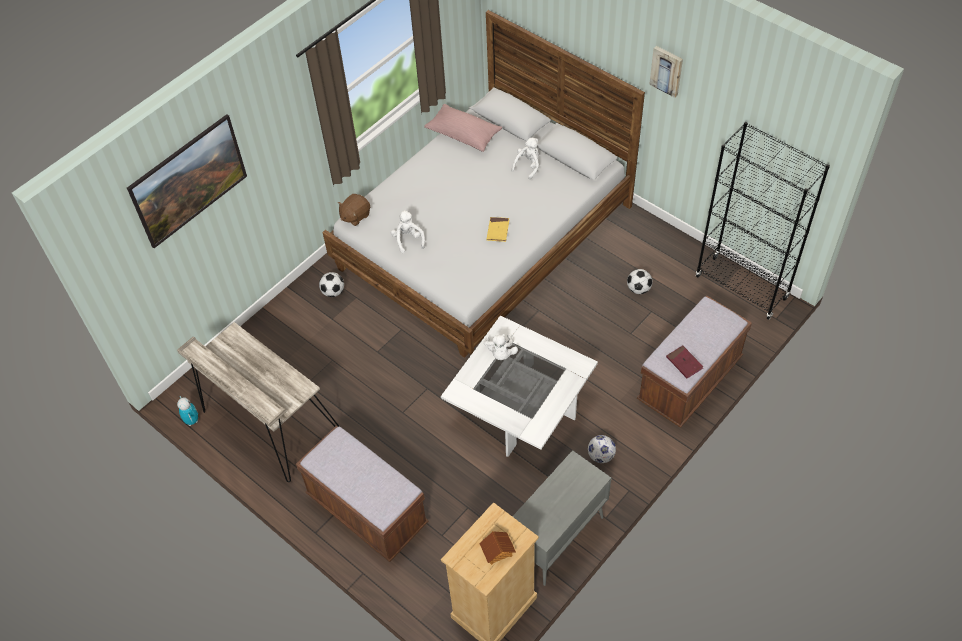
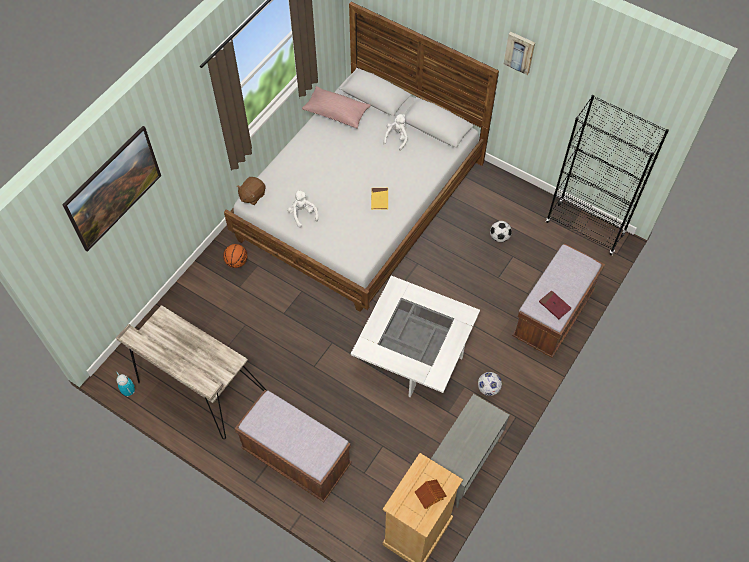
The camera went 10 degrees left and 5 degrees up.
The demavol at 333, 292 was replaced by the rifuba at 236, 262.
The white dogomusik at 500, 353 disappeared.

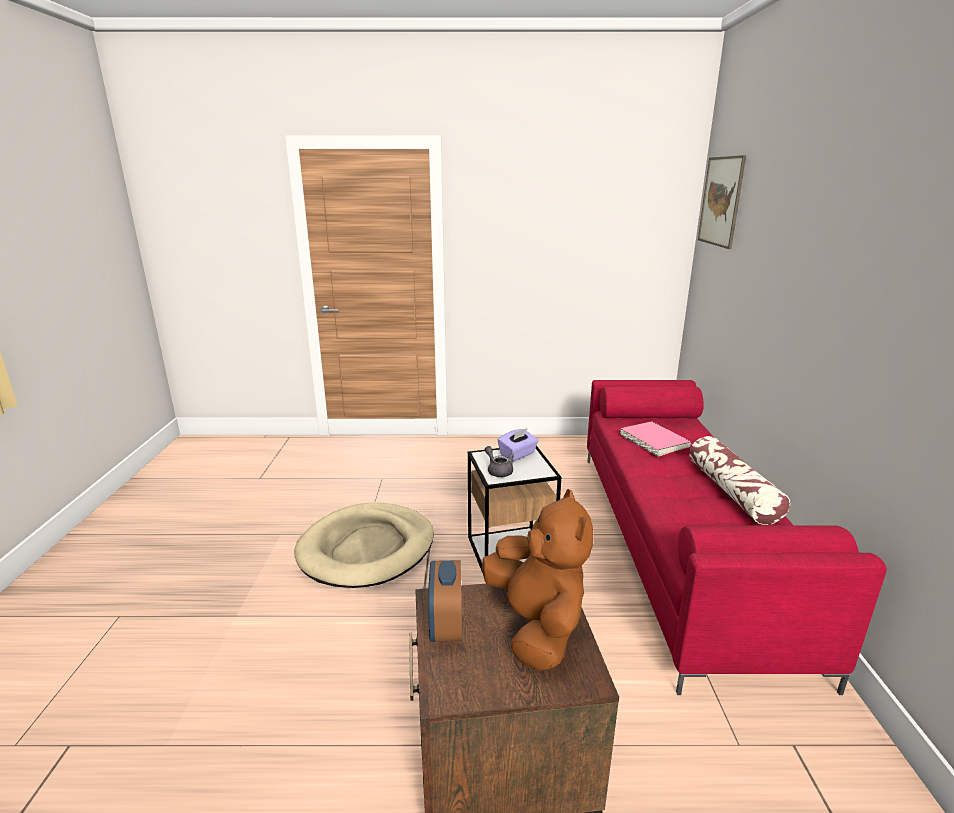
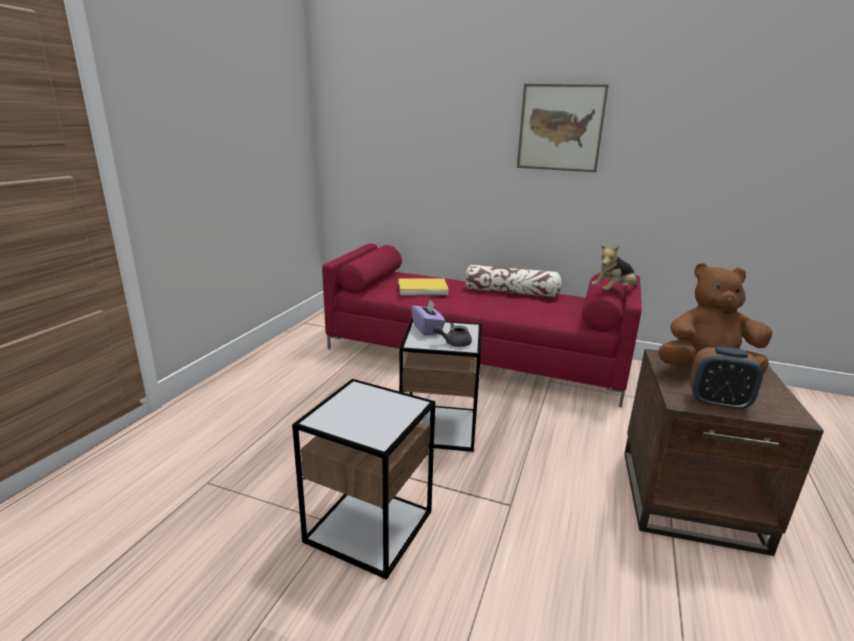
The camera went 70 degrees left and 0 degrees up.
The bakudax moved from 721, 201 to 560, 128.
The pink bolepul at 654, 441 became the yellow bolepul at 422, 289.
The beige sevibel at 367, 549 was replaced by the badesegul at 369, 526.
The dogomusik at 614, 291 appeared.

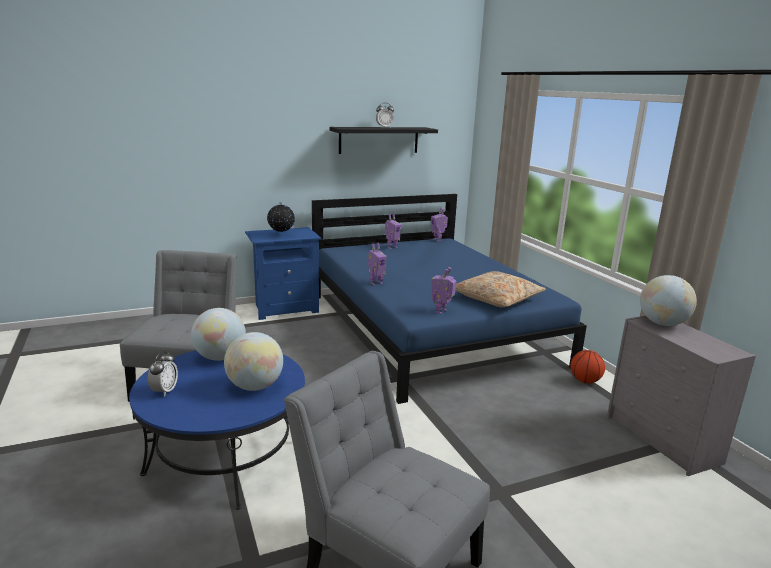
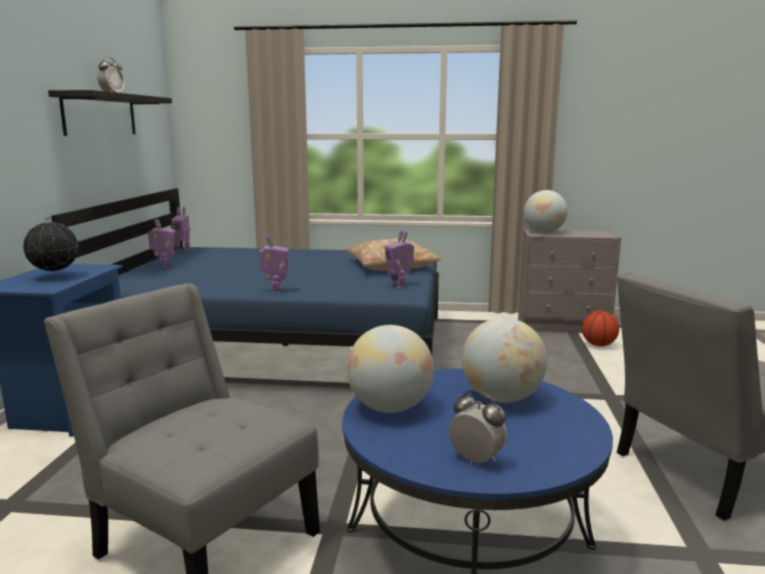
The camera went 60 degrees left and 5 degrees down.
The rifuba moved from 584, 381 to 598, 345.

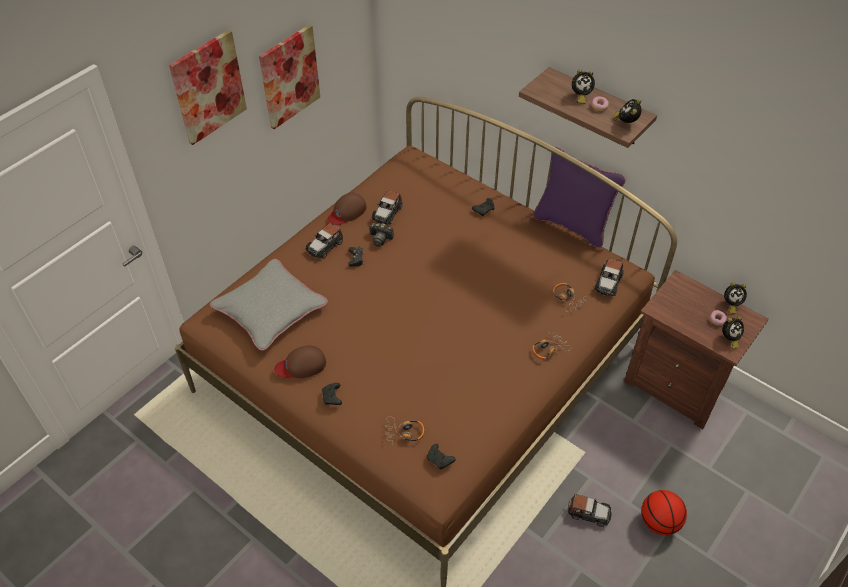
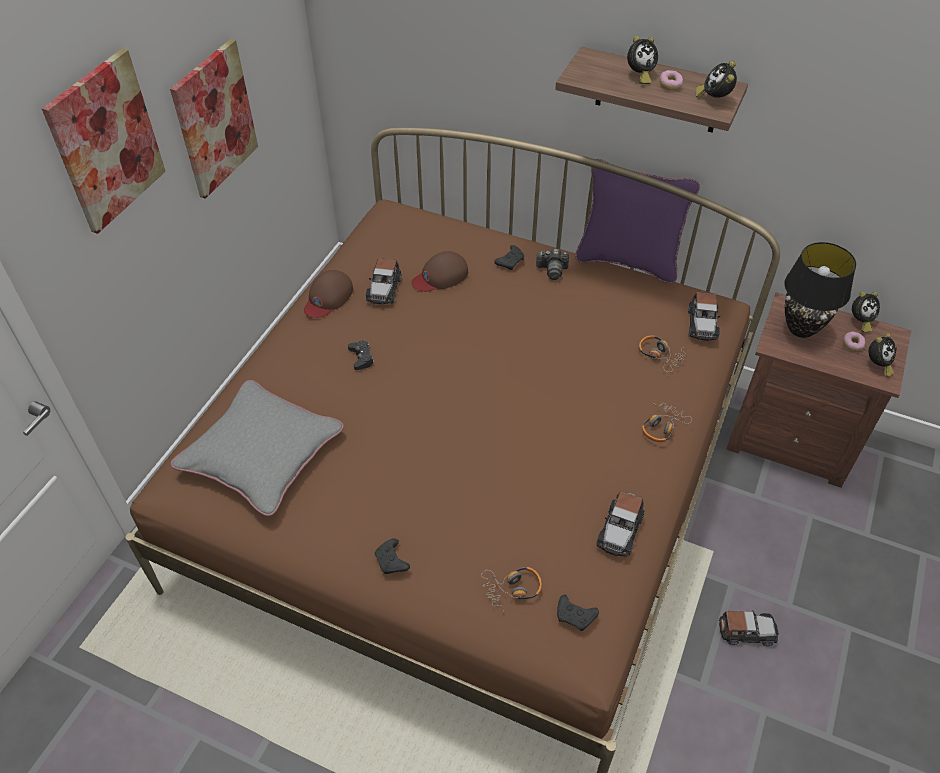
The camera went 15 degrees left and 0 degrees up.
The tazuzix moved from 325, 246 to 620, 530.
The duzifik moved from 380, 238 to 552, 270.
The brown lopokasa moved from 301, 365 to 440, 276.
The rifuba at 659, 522 disappeared.
The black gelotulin at 801, 328 appeared.

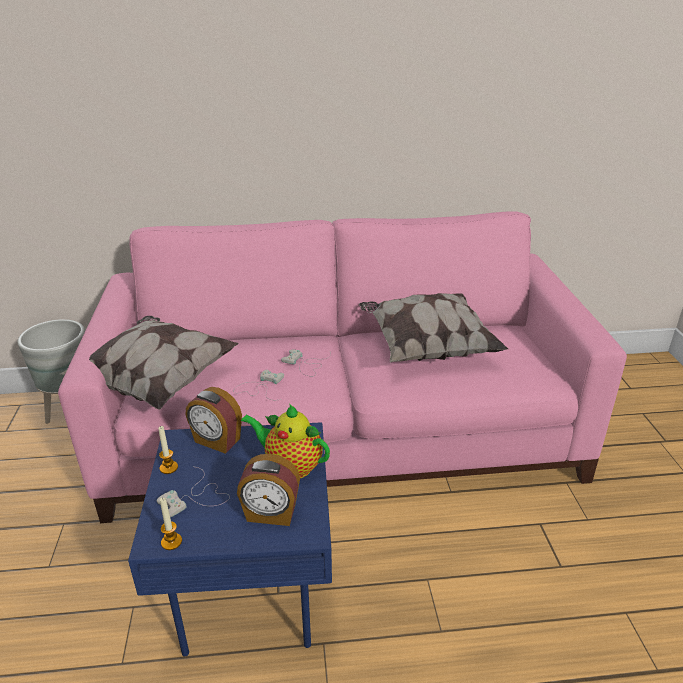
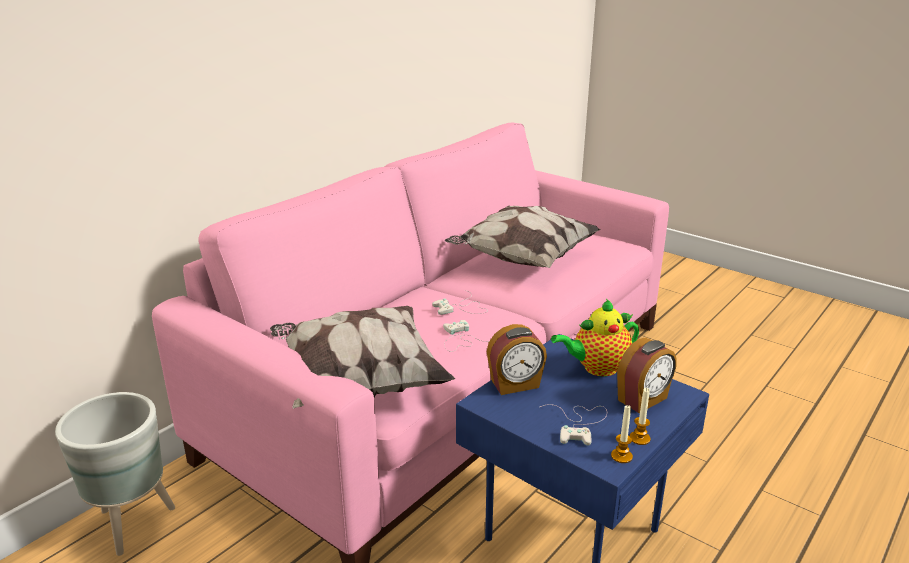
The camera went 45 degrees left and 5 degrees down.
The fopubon moved from 169, 468 to 639, 438.

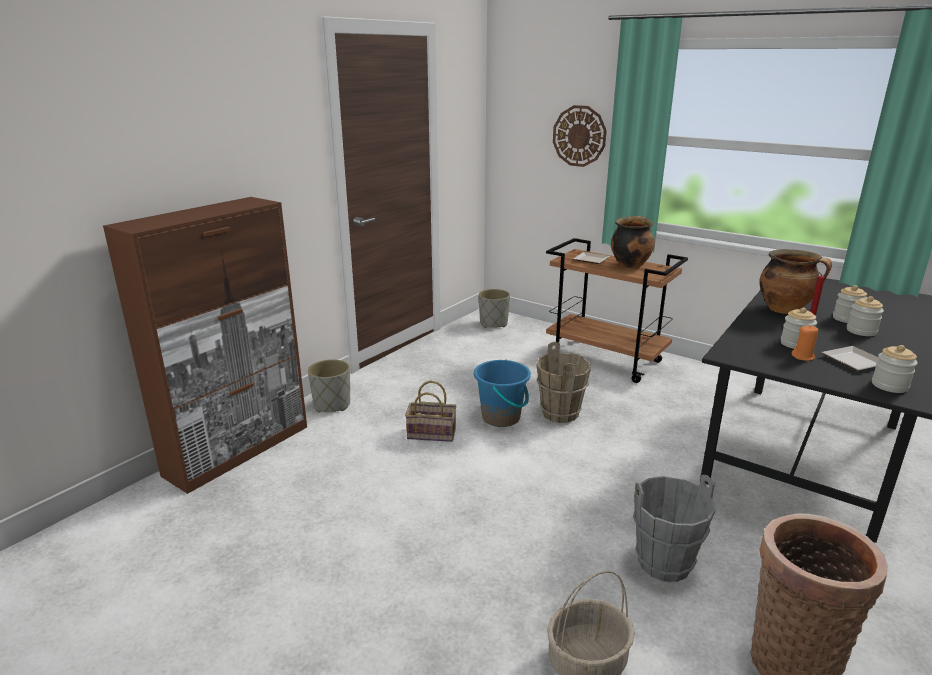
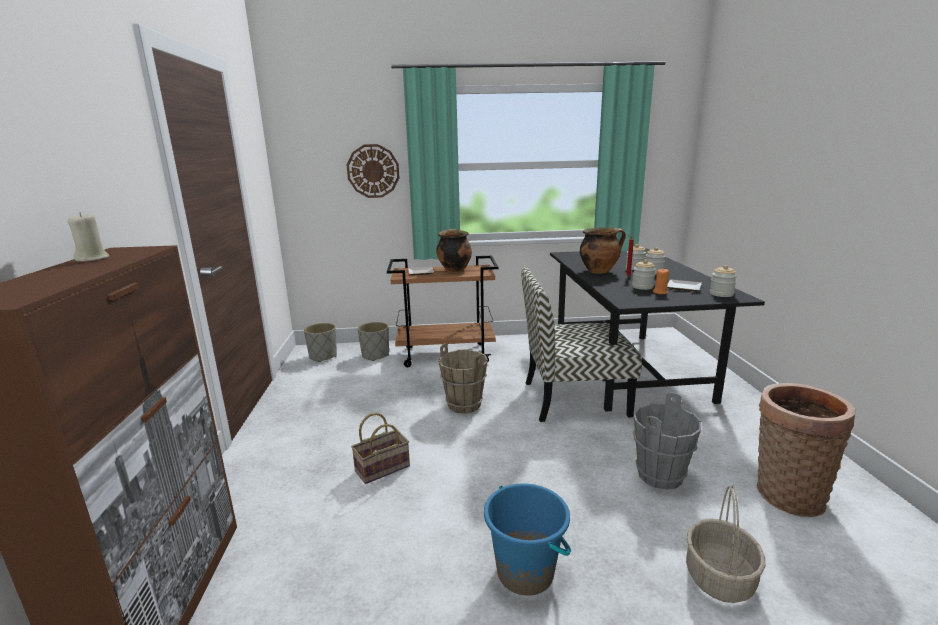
The camera went 40 degrees left and 5 degrees down.
The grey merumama moved from 332, 405 to 375, 355.
The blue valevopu moved from 501, 417 to 525, 572.
The beige fopubon at 92, 259 appeared.
The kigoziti at 573, 399 appeared.

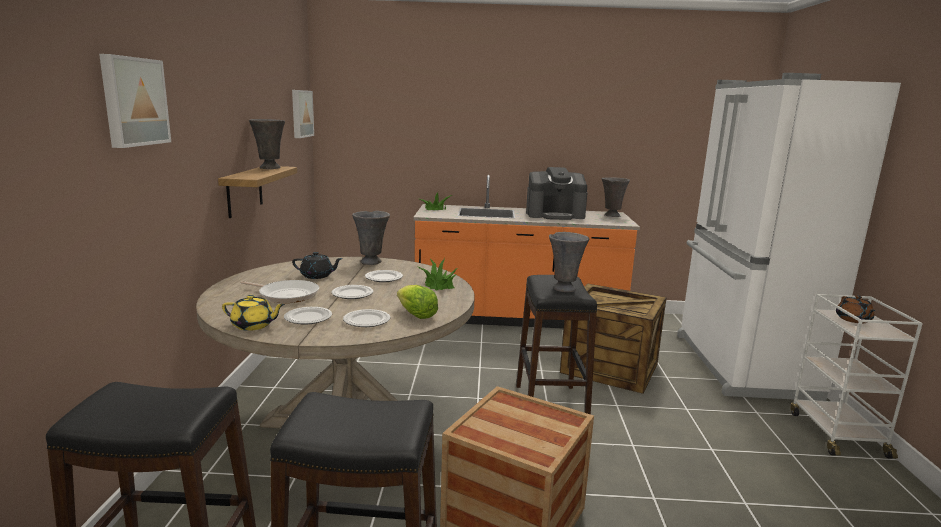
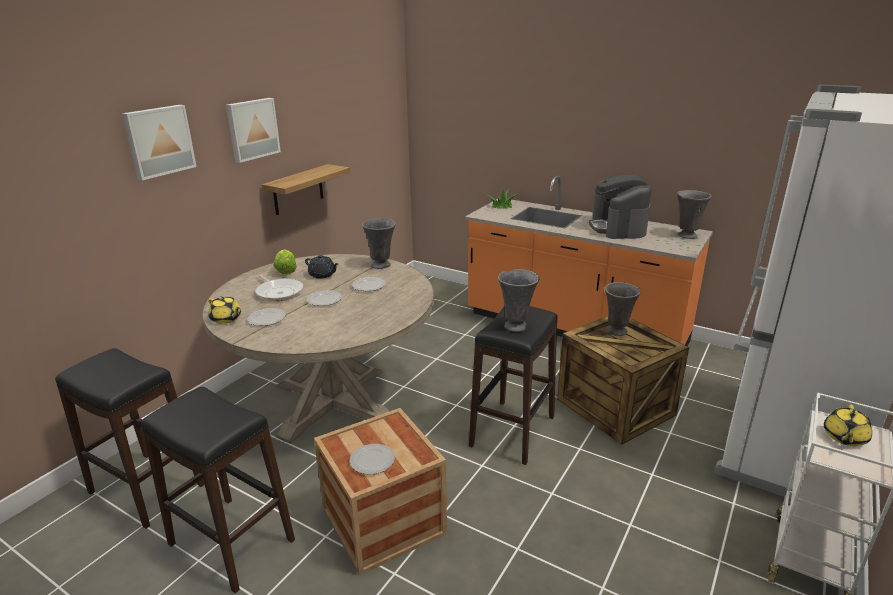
The camera went 30 degrees right and 10 degrees up.
The bakudax moved from 300, 113 to 252, 129.
The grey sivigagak moved from 270, 168 to 617, 332.
The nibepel at 555, 215 turned 60 degrees clockwise.
The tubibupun at 439, 285 disappeared.
The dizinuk moved from 416, 315 to 286, 271.
The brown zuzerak at 853, 320 became the yellow zuzerak at 844, 437.
The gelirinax moved from 366, 321 to 372, 461.

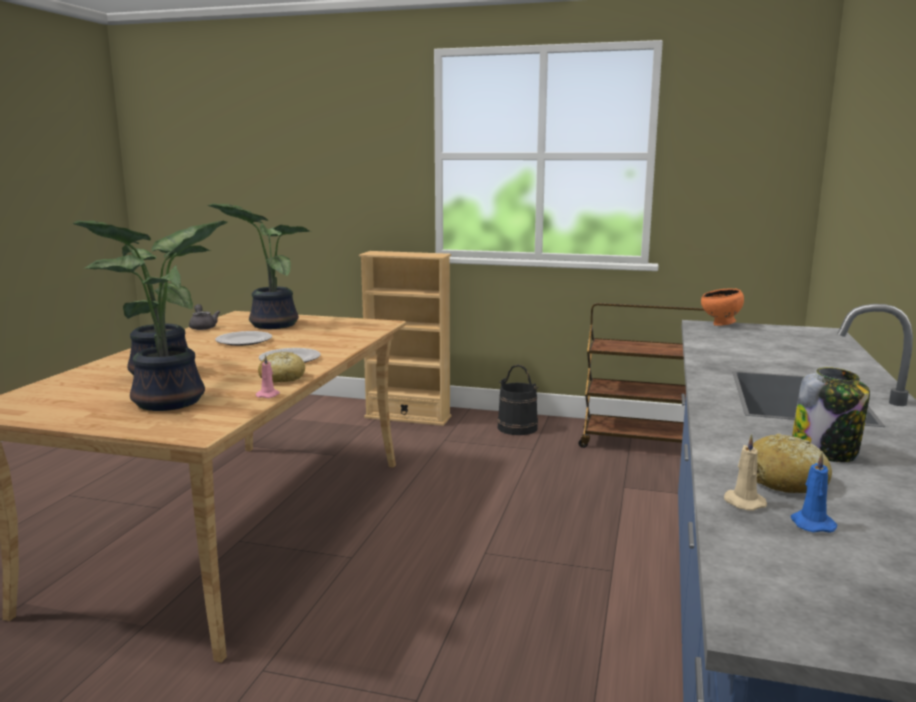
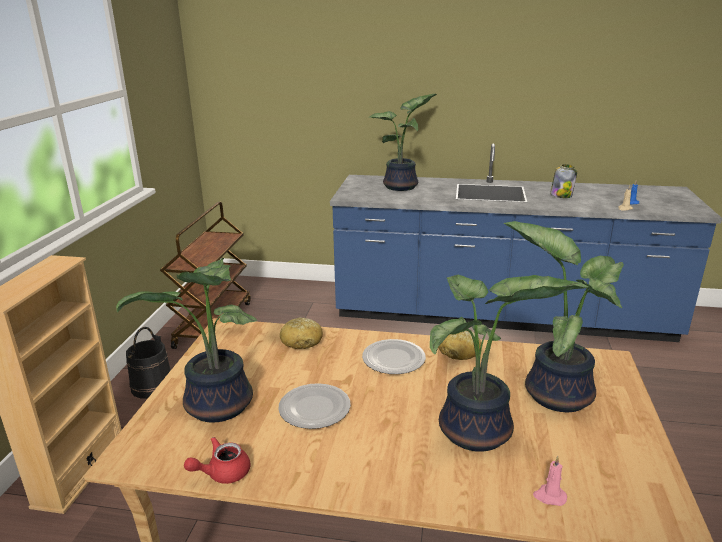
The camera went 95 degrees left and 10 degrees up.
The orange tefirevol at 720, 325 disappeared.
The grey zuzerak at 203, 327 became the red zuzerak at 222, 473.
The pink fopubon moved from 268, 395 to 549, 496.
The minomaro moved from 786, 481 to 302, 341.
The tubibupun at 402, 187 appeared.

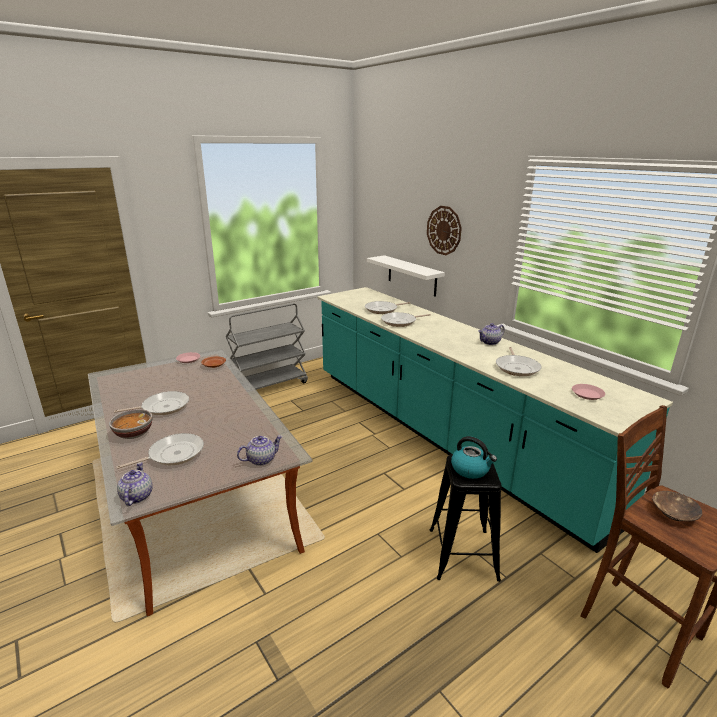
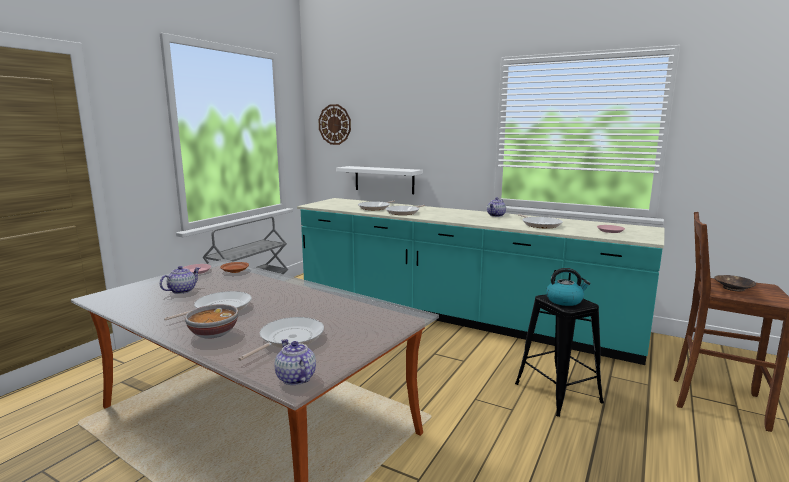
The camera went 25 degrees left and 10 degrees down.
The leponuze moved from 444, 230 to 335, 124.
The zuzerak moved from 261, 459 to 182, 290.

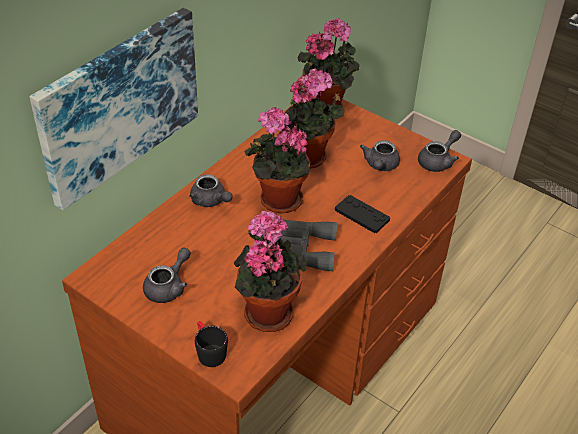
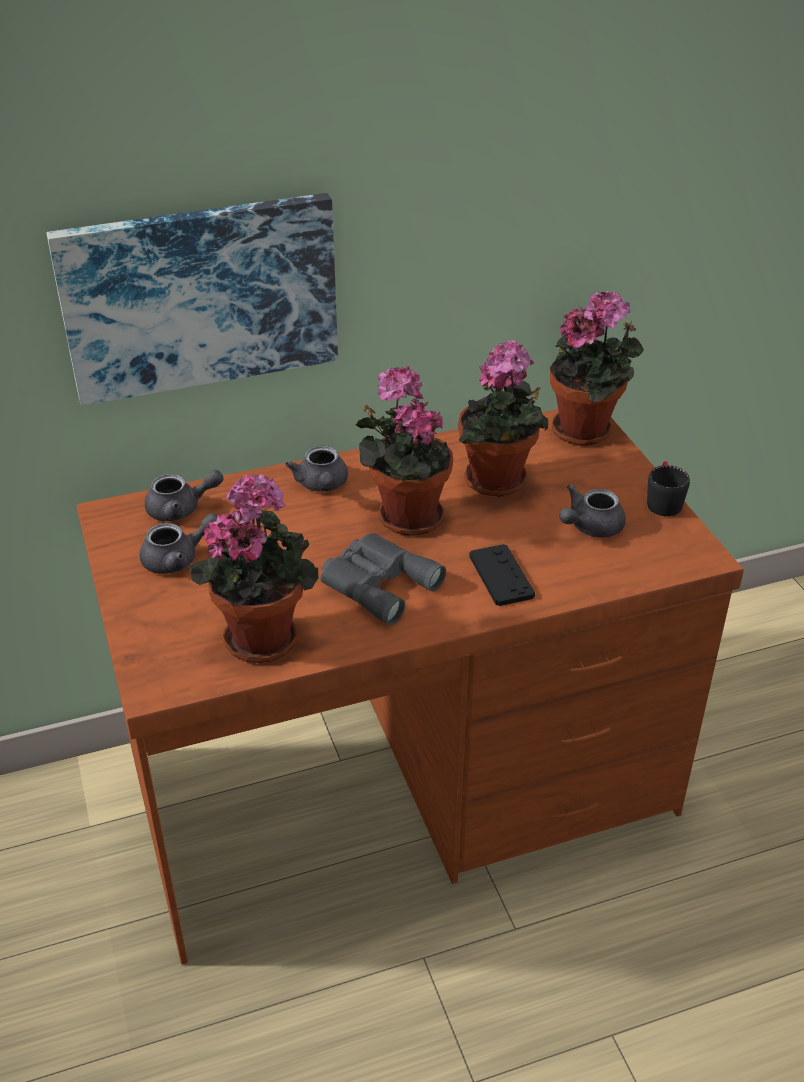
The camera went 35 degrees right and 5 degrees down.
The grey zuzerak moved from 438, 161 to 181, 509.
The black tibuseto moved from 208, 351 to 663, 500.

